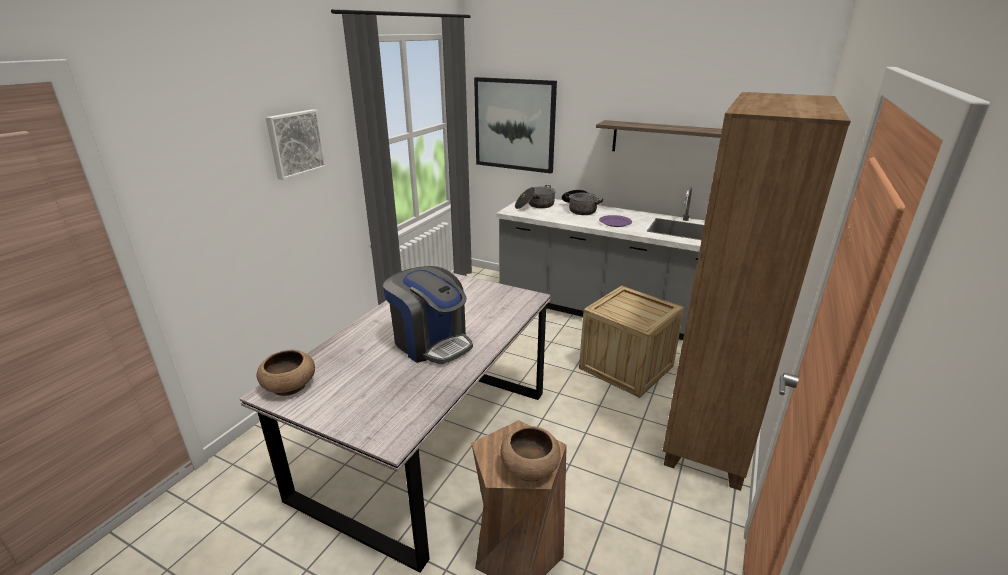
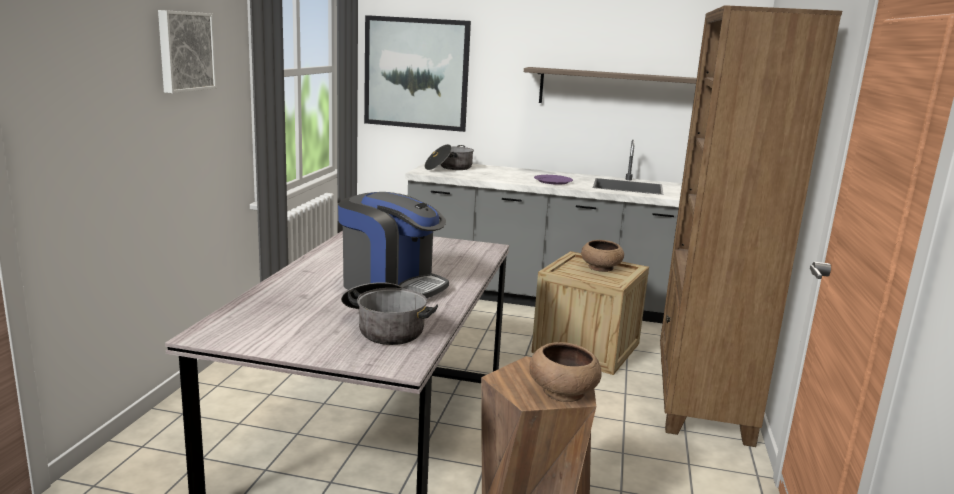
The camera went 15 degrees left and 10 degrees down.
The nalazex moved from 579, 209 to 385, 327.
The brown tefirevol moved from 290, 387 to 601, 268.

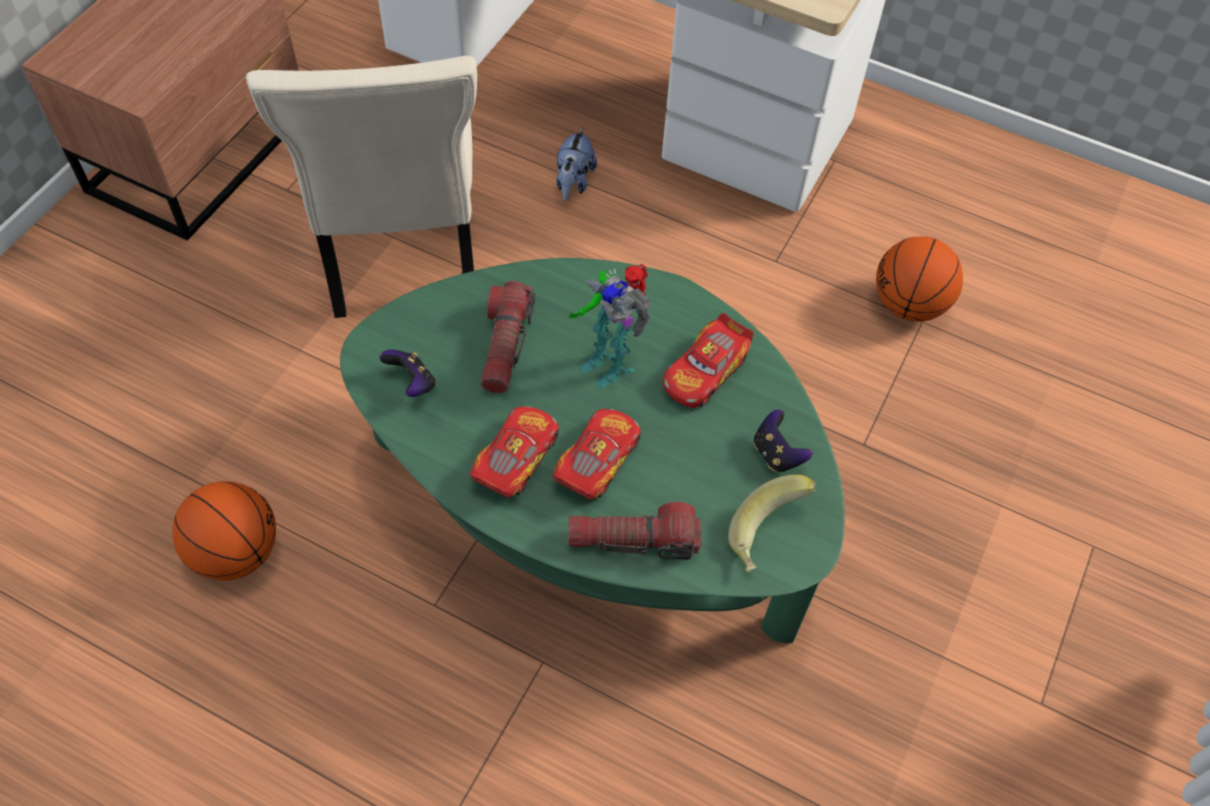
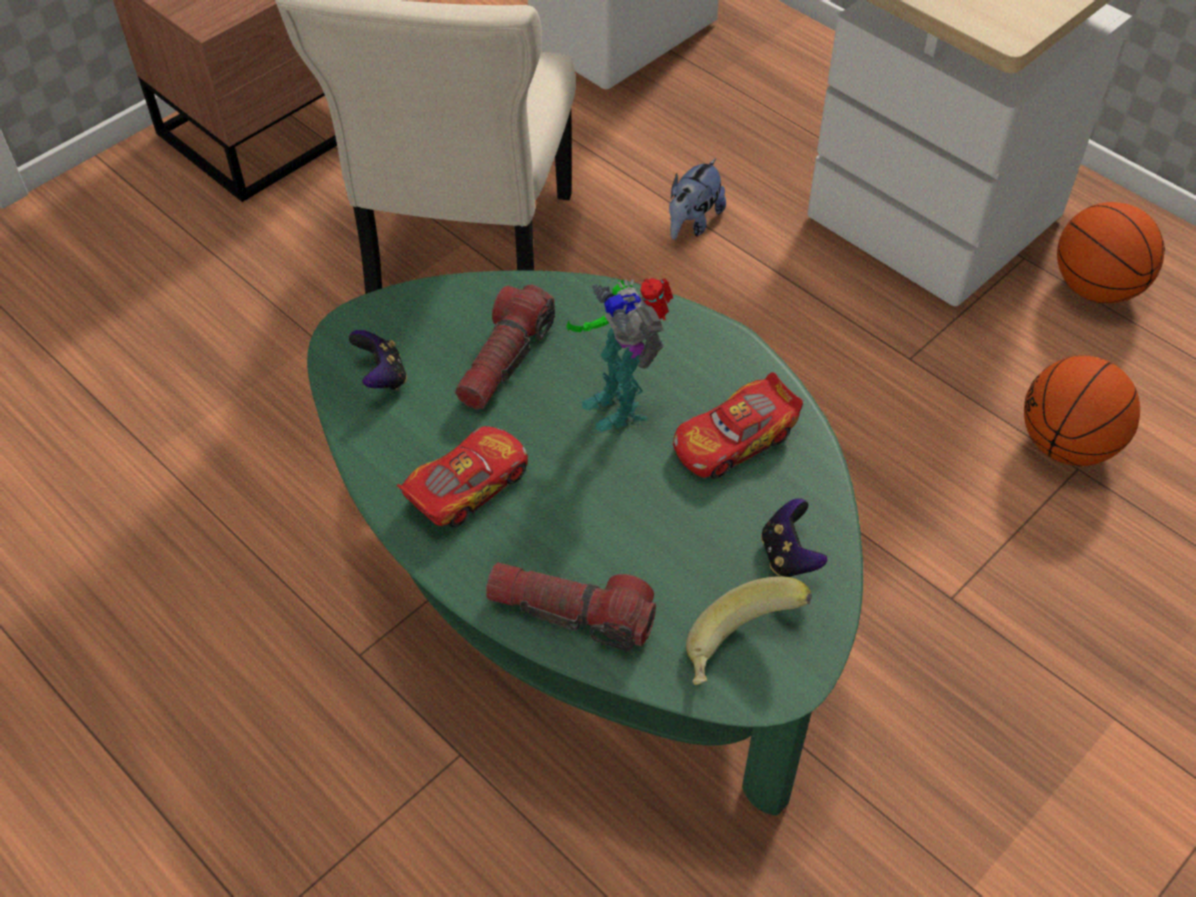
The camera went 20 degrees right and 5 degrees down.
The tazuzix at 597, 460 disappeared.
The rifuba moved from 235, 552 to 1094, 287.

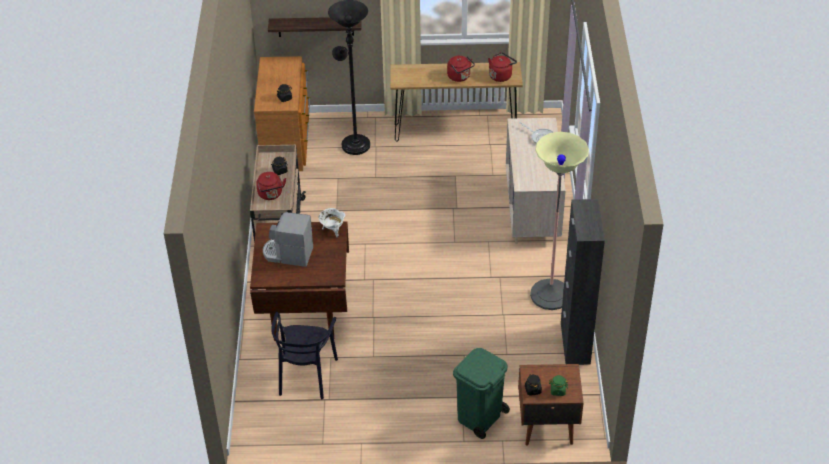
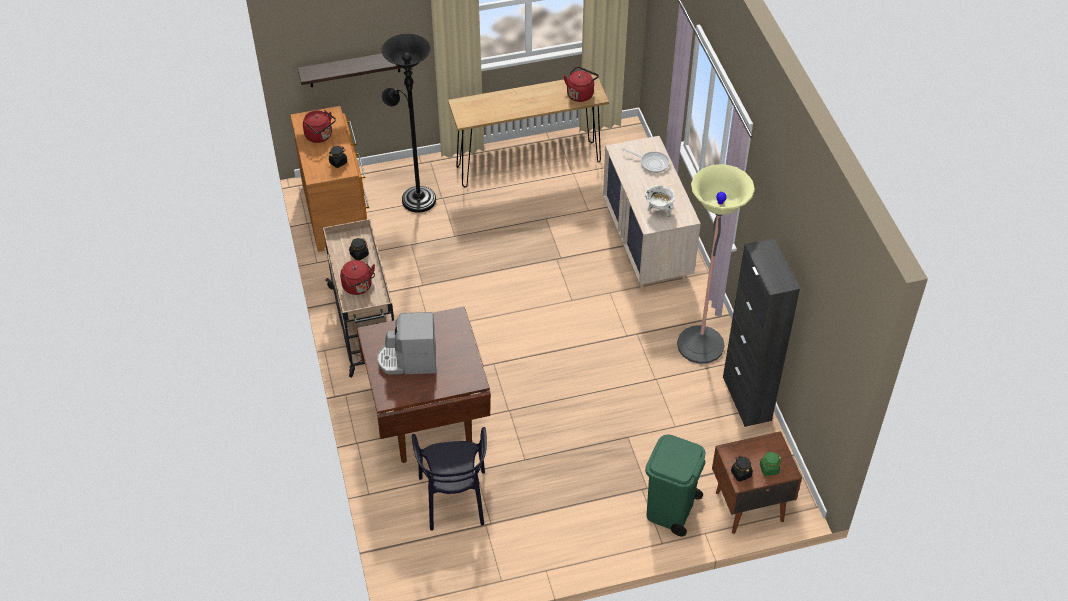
The camera went 15 degrees left and 5 degrees up.
The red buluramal moved from 460, 77 to 320, 136.
The white nalazex moved from 333, 230 to 659, 209.

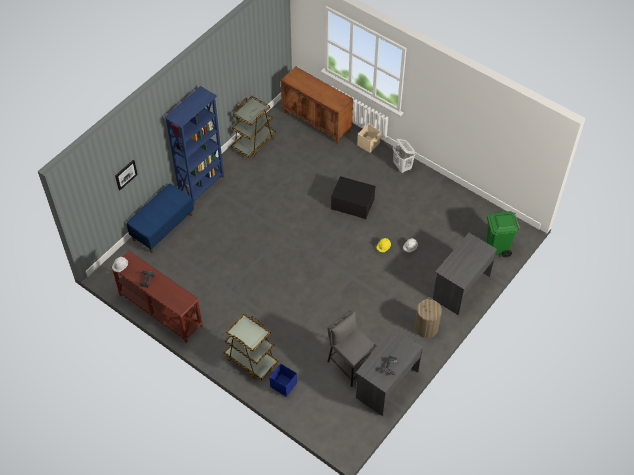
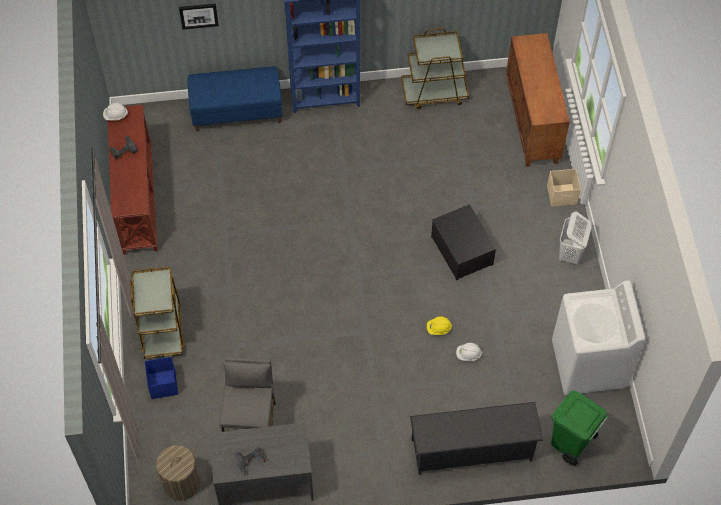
The camera went 45 degrees right and 5 degrees up.
The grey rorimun at 460, 287 was replaced by the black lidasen at 472, 450.
The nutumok moved from 426, 328 to 181, 483.
The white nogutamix at 589, 364 appeared.

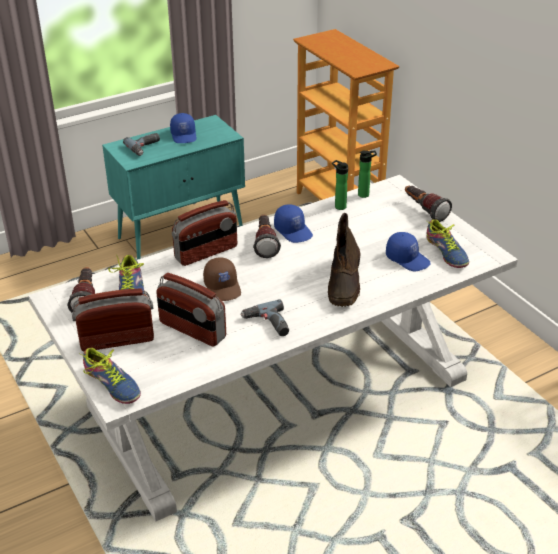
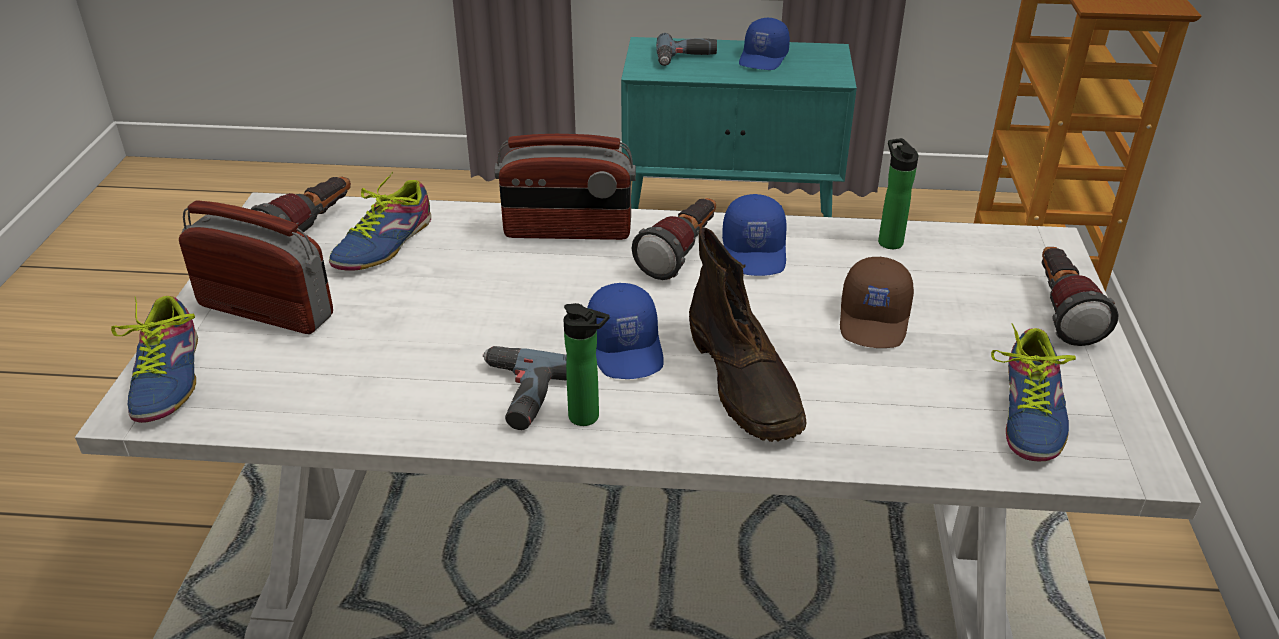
The camera went 35 degrees right and 0 degrees up.
The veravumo moved from 365, 194 to 588, 418.
The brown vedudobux at 344, 283 turned 60 degrees counterclockwise.
The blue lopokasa moved from 408, 259 to 627, 348.
The brown lopokasa moved from 223, 287 to 875, 320.
The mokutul at 192, 330 disappeared.

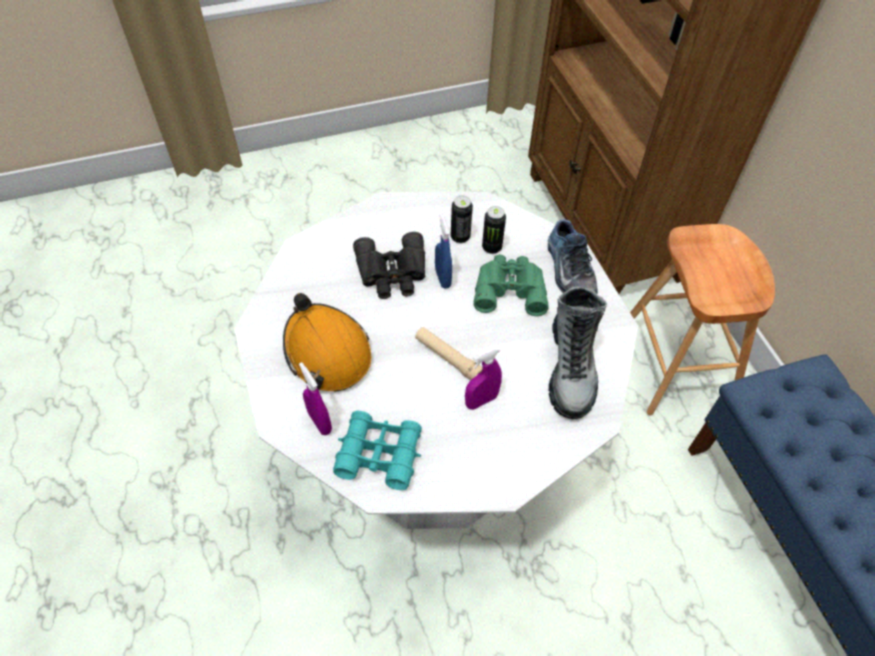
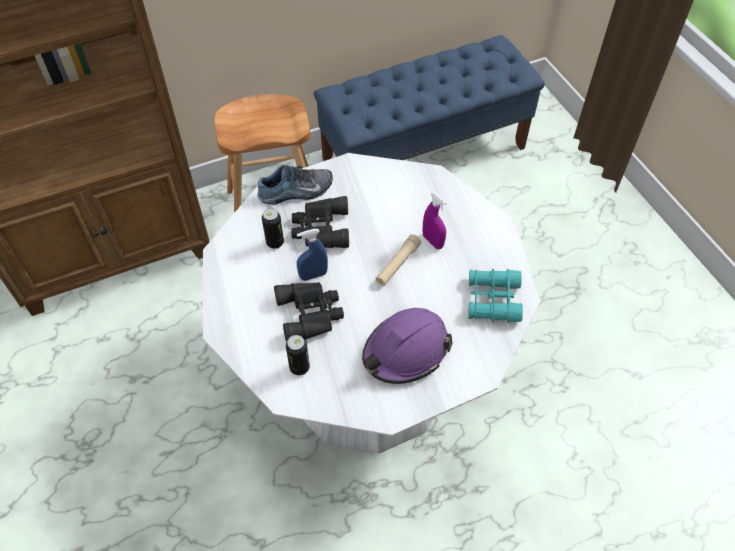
The camera went 95 degrees left and 0 degrees up.
The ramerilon moved from 460, 237 to 299, 367.
The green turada at 509, 288 became the black turada at 320, 228.
The vedudobux at 570, 368 disappeared.
The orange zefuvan at 327, 352 became the purple zefuvan at 405, 351.
The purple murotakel at 320, 422 disappeared.

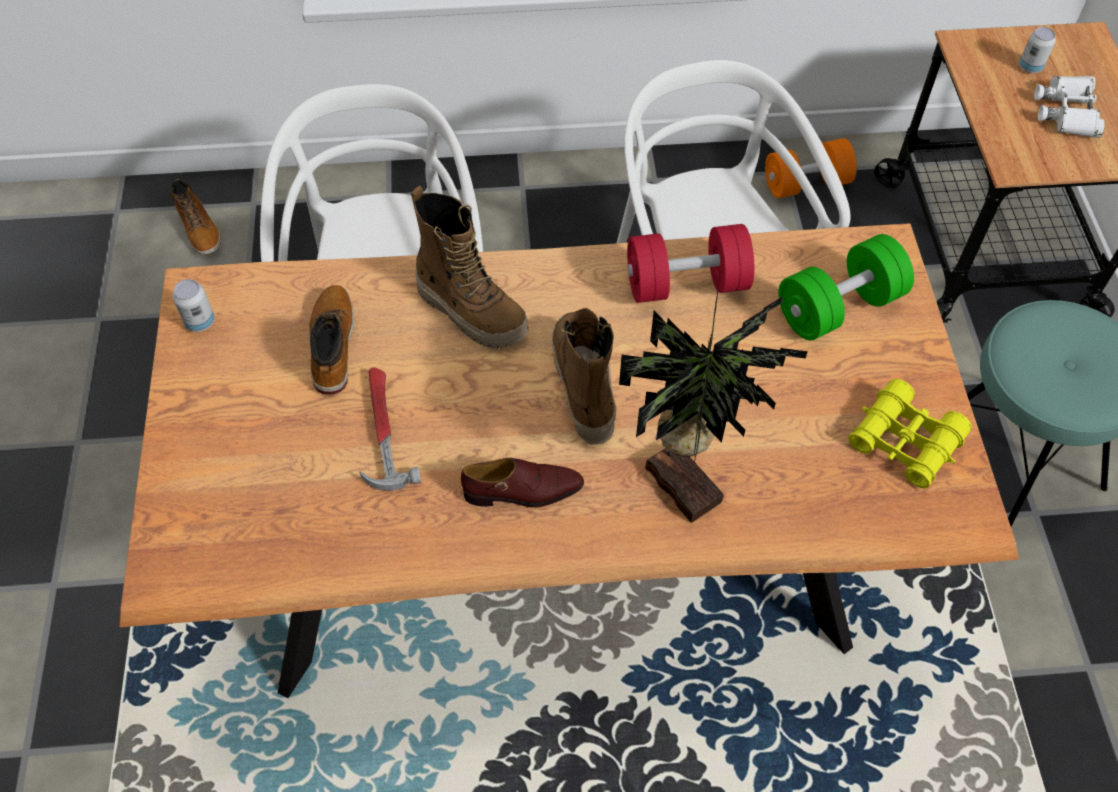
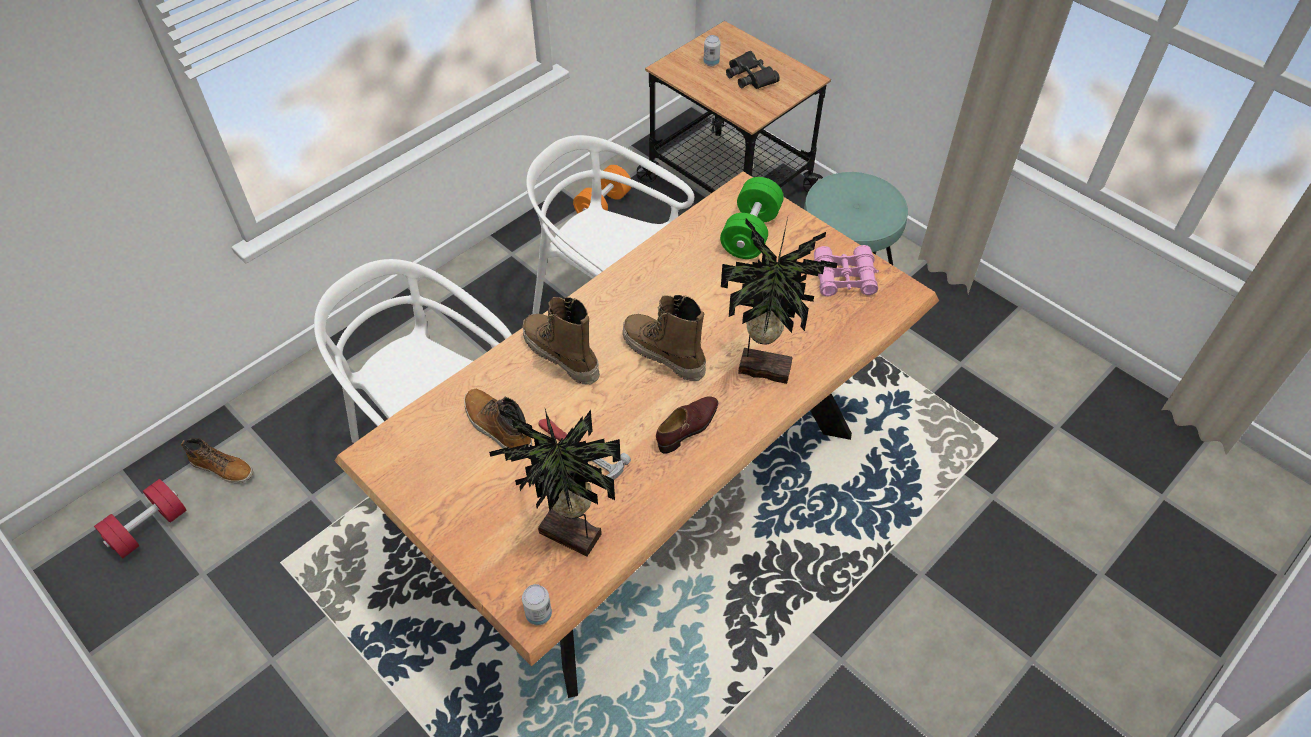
The camera went 40 degrees left and 5 degrees down.
The white turada at 1067, 111 became the black turada at 750, 76.
The vedudobux at 472, 311 turned 135 degrees counterclockwise.
The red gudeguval moved from 686, 284 to 149, 528.
The ramerilon moved from 200, 322 to 539, 614.
The yellow turada at 905, 441 became the pink turada at 844, 278.
The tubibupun at 569, 538 appeared.

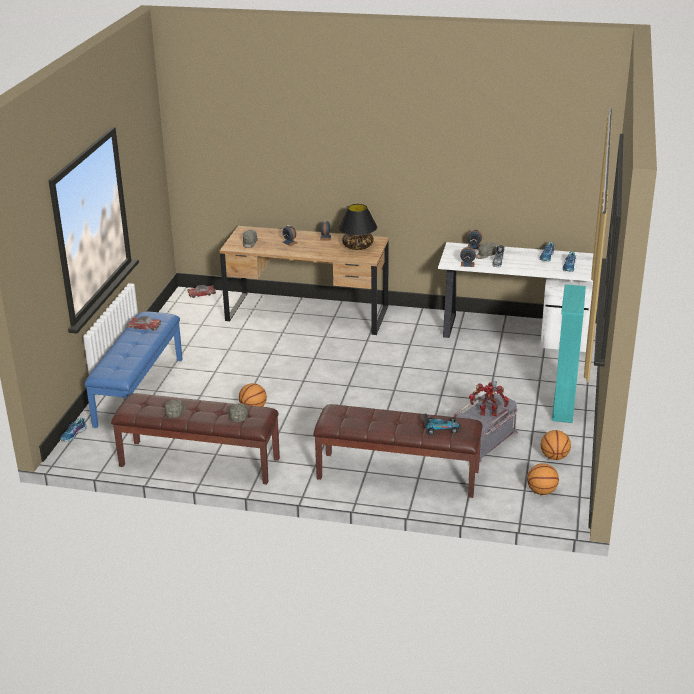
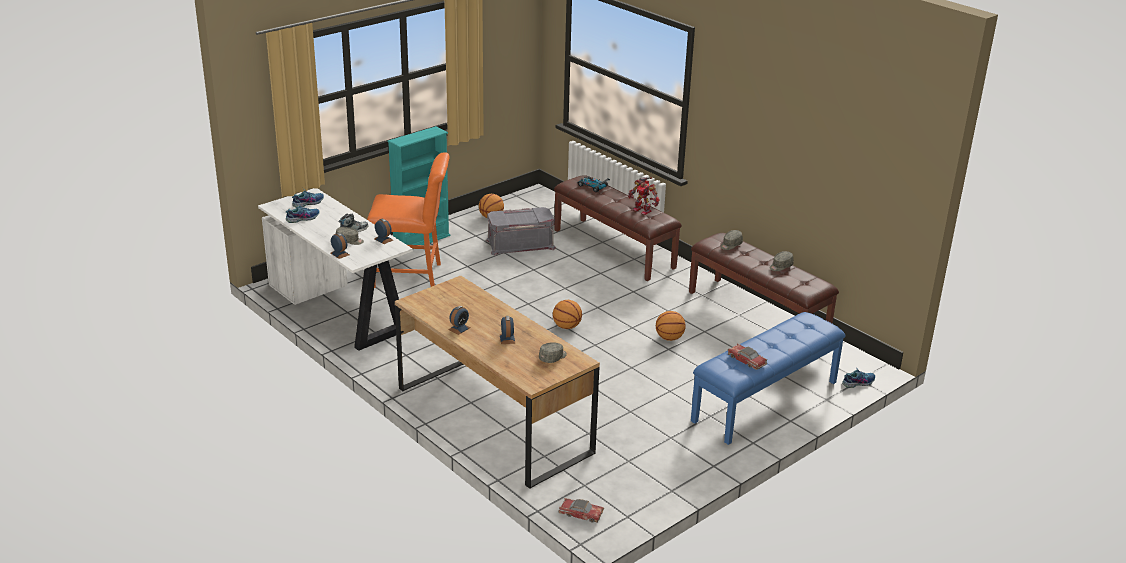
The camera went 145 degrees left and 0 degrees up.
The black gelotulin at 357, 246 disappeared.
The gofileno moved from 488, 413 to 643, 210.
The rifuba moved from 541, 492 to 567, 326.
The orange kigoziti at 411, 276 appeared.

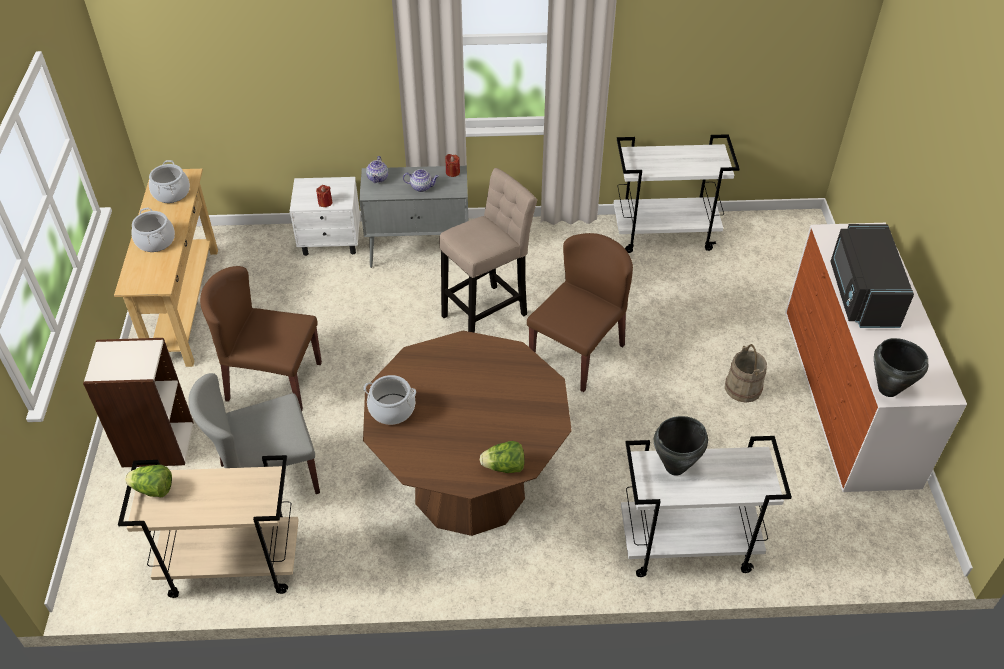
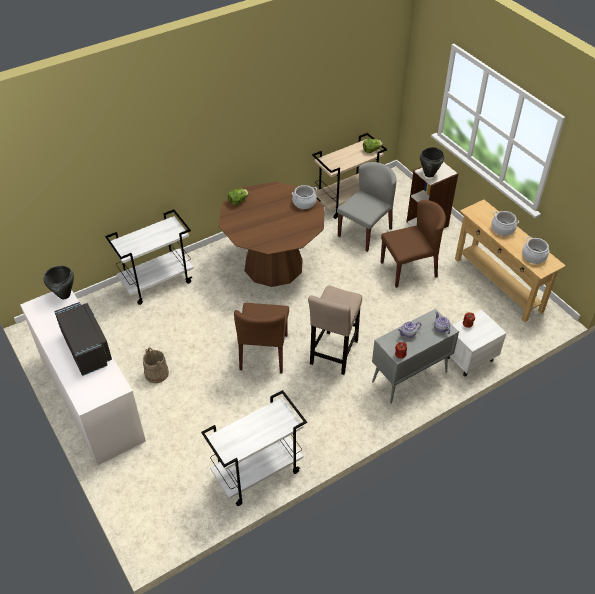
The camera went 150 degrees right and 0 degrees up.
The black nalazex moved from 675, 467 to 429, 174.

